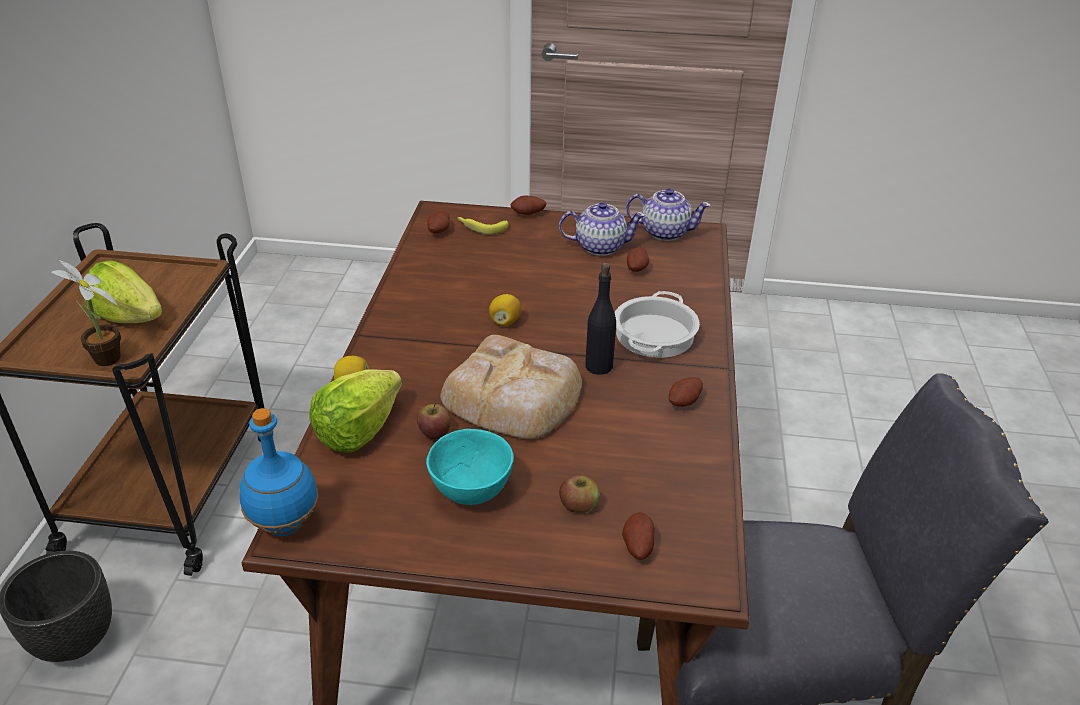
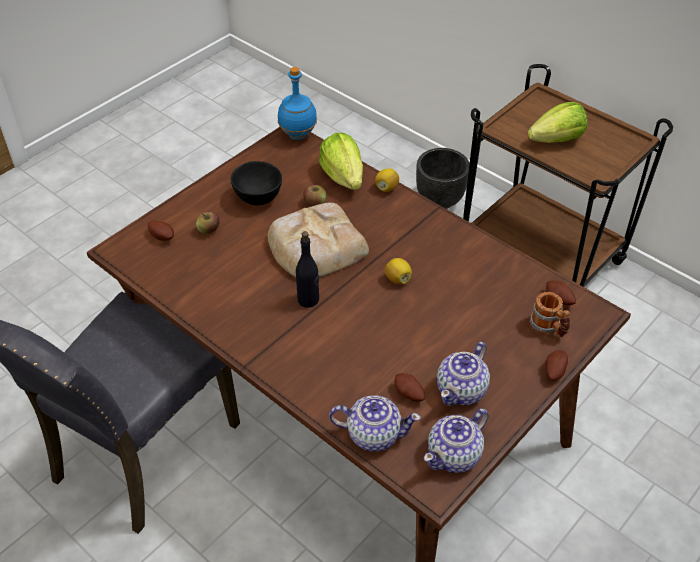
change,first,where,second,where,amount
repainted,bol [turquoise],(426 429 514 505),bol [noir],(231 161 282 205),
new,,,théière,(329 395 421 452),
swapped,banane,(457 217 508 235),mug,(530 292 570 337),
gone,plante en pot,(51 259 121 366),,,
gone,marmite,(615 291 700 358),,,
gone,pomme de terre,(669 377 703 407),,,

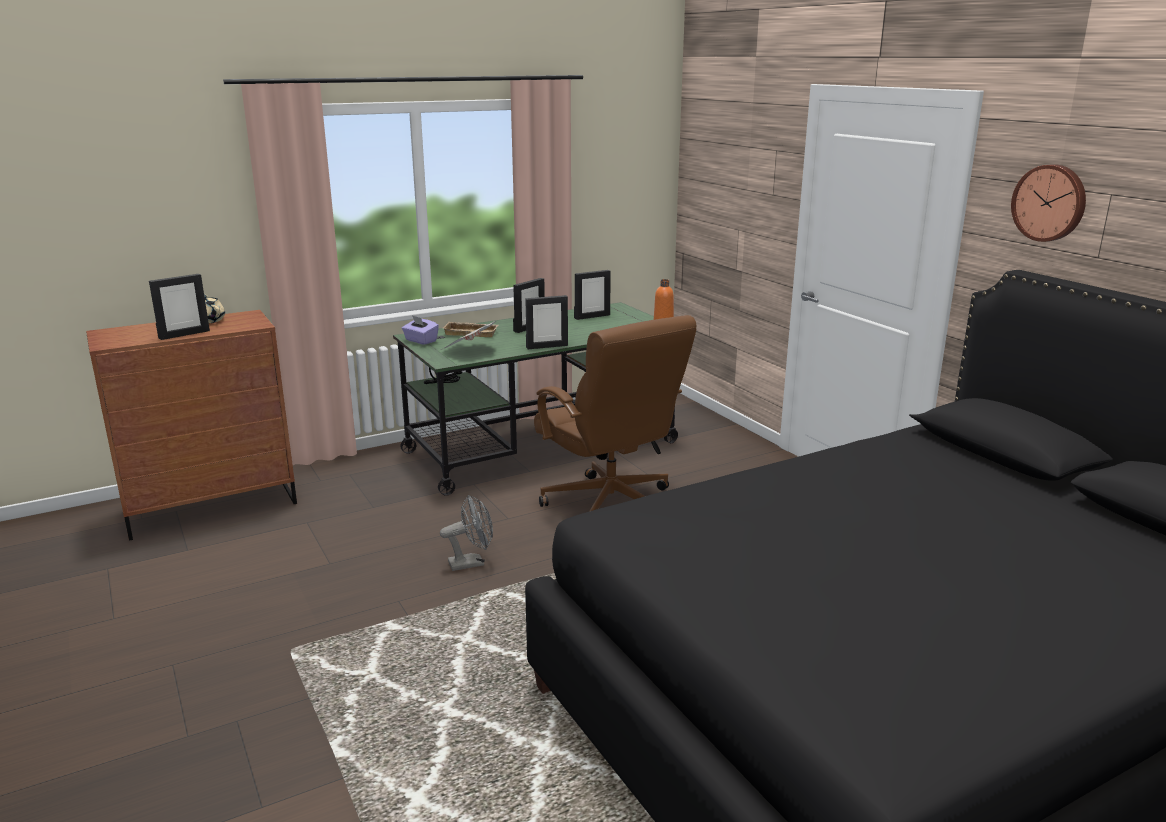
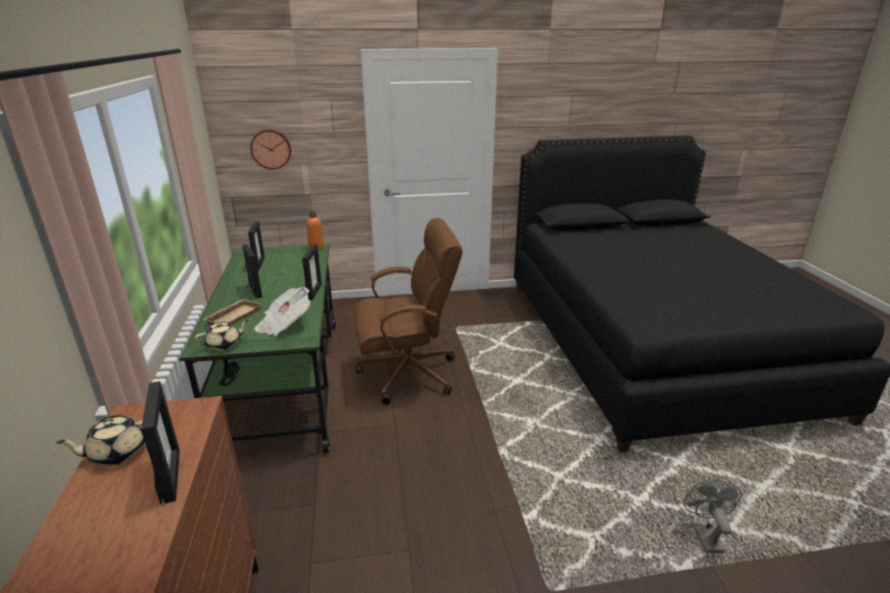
change,first,where,second,where,amount
swapped,boîte à mouchoirs [violet],(402 315 439 345),théière [beige],(195 320 249 351),
shifted,horloge murale,(1011 164 1086 242),,(250 129 291 170),
shifted,ventilateur [gris],(440 495 493 571),,(683 479 741 553),

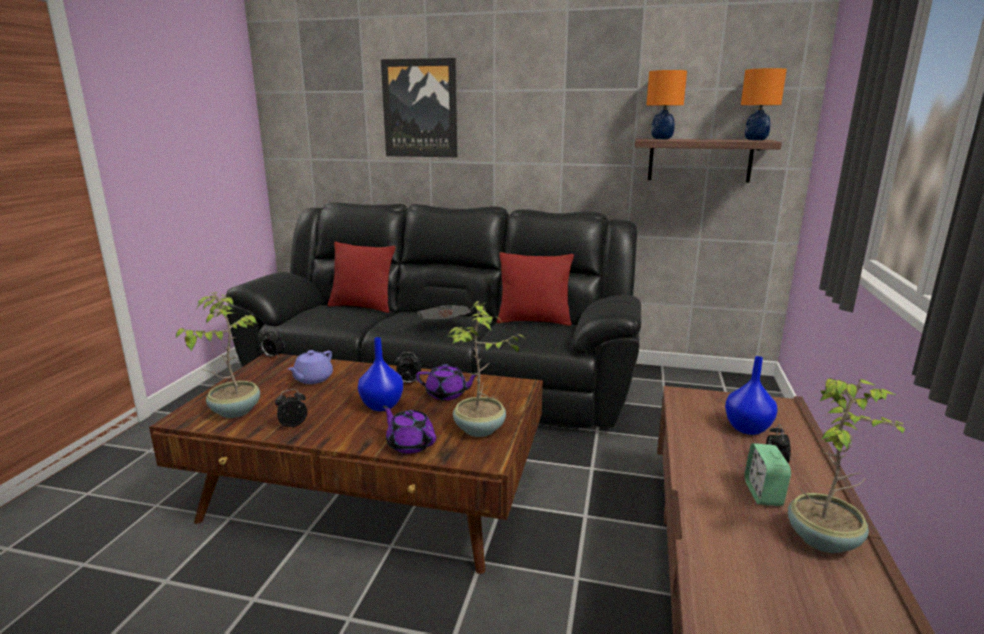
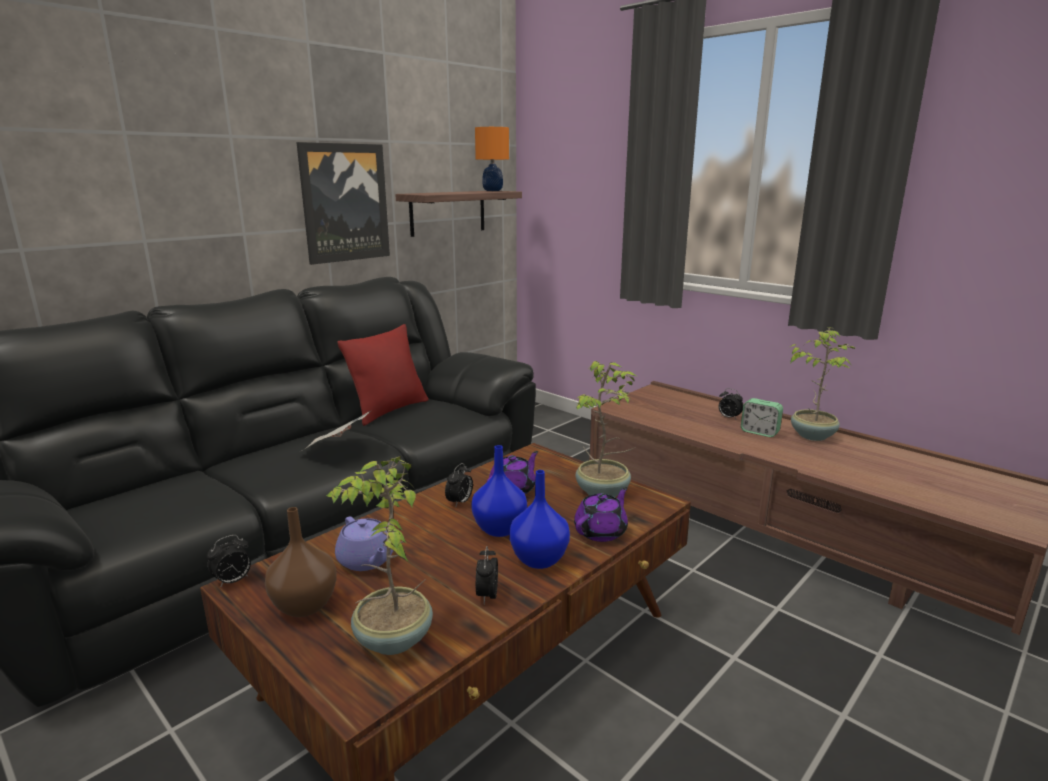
change,first,where,second,where,amount
new,,,vase [marron],(265 507 337 617),
shifted,tableau,(381 58 457 157),,(296 142 390 265),
shifted,vase [bleu],(725 356 778 435),,(509 470 570 569),
rotated,théière [violet],(383 406 436 454),,(574 487 628 542),150 degrees clockwise
gone,coussin [rouge],(328 242 395 313),,,
gone,lampe de table [orange],(647 70 687 139),,,

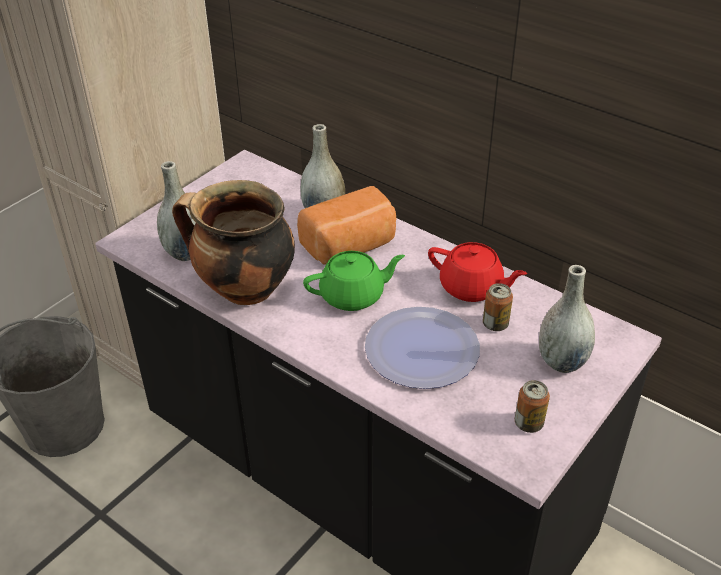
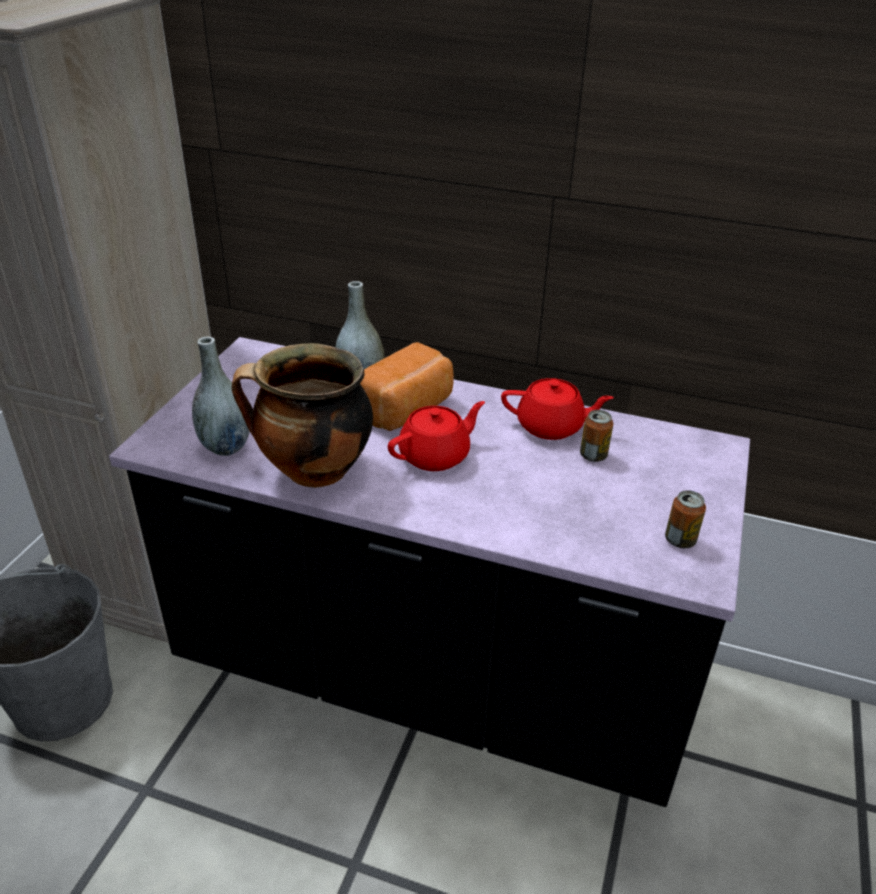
change,first,where,second,where,amount
repainted,théière [vert],(303 251 405 311),théière [rouge],(388 401 485 471),
gone,assiette,(365 307 480 389),,,
gone,vase [gris],(539 265 595 373),,,

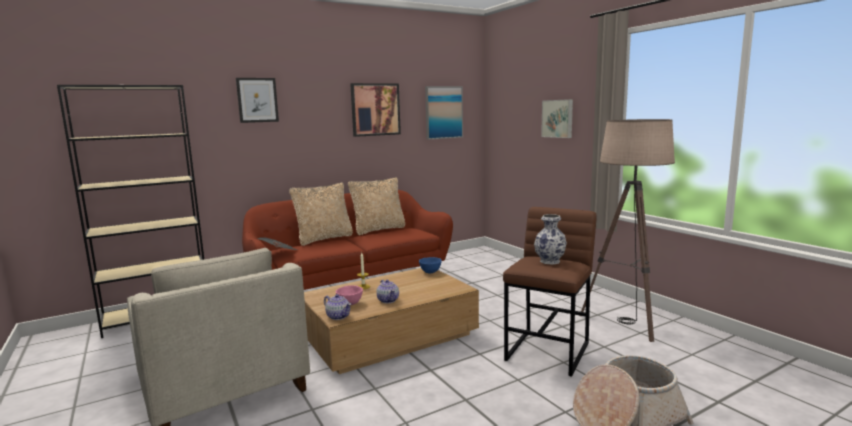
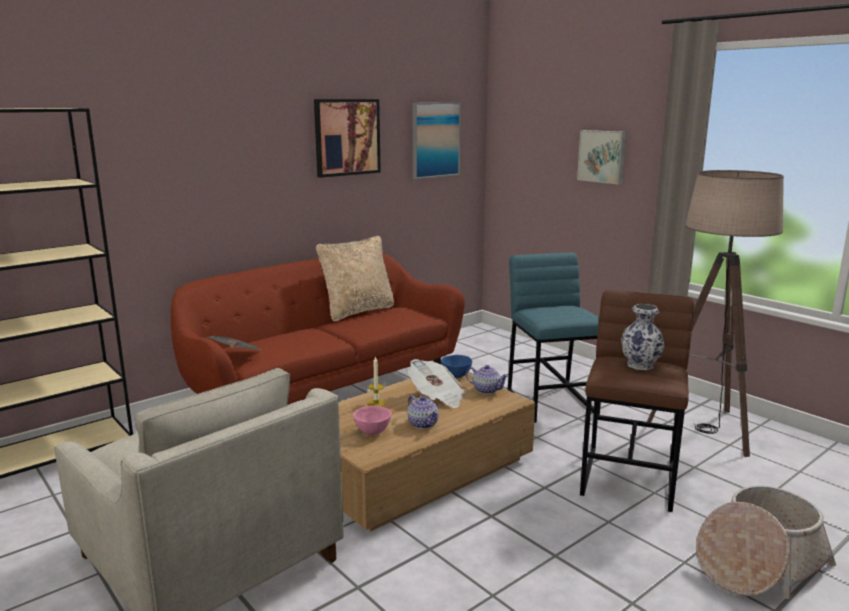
change,first,where,second,where,amount
new,,,journal,(408 359 466 408),
shifted,théière,(324 294 352 320),,(466 365 509 394),
new,,,tabouret [bleu],(508 253 601 423),
gone,tableau,(236 78 279 123),,,
gone,coussin [beige],(289 182 353 246),,,

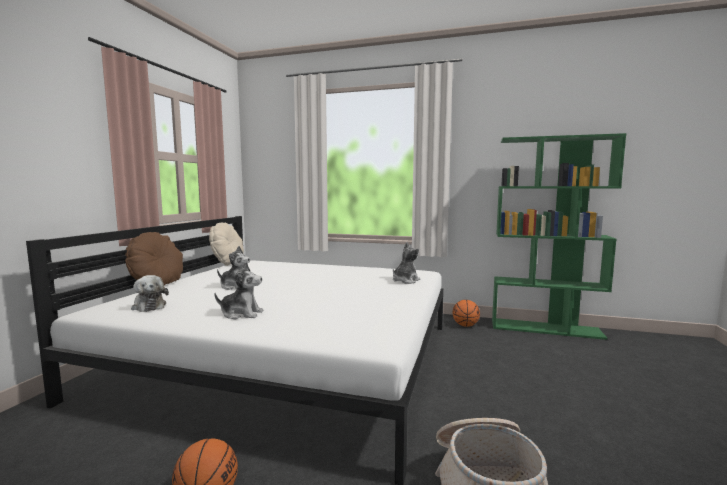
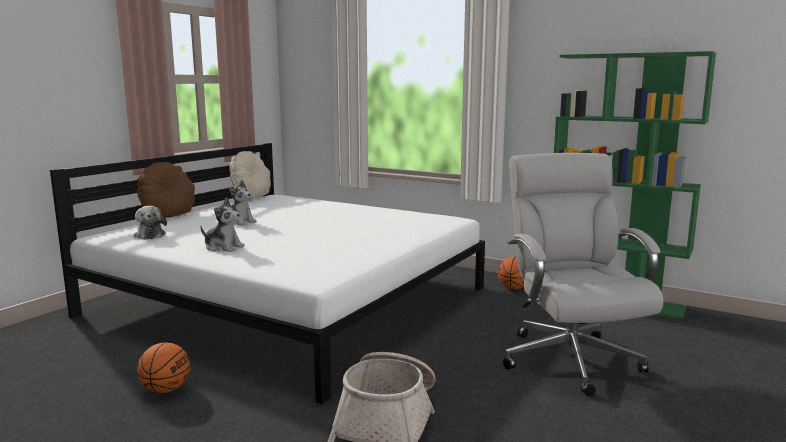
change,first,where,second,where,amount
new,,,chaise de bureau [gris],(503 153 663 396),
gone,peluche,(393 242 420 284),,,

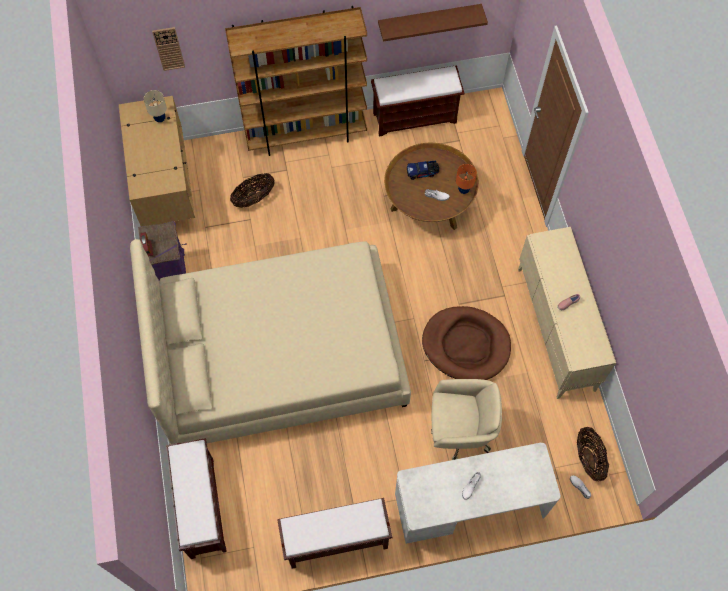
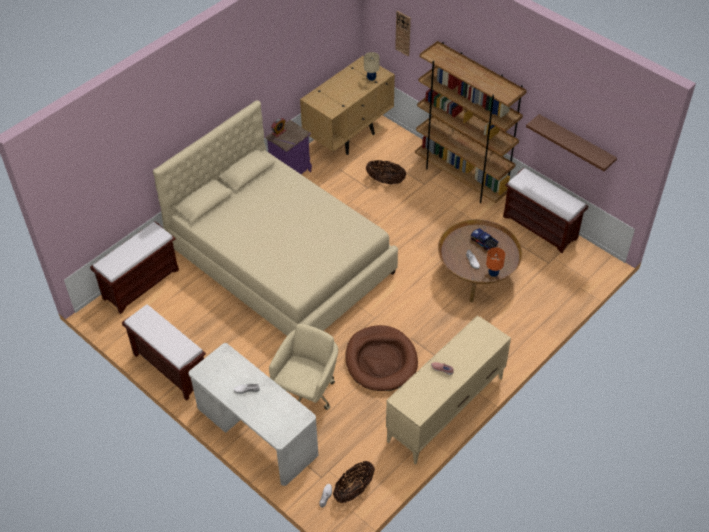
change,first,where,second,where,amount
rotated,chaise de bureau [beige],(431 379 502 460),,(269 324 338 410),120 degrees counterclockwise

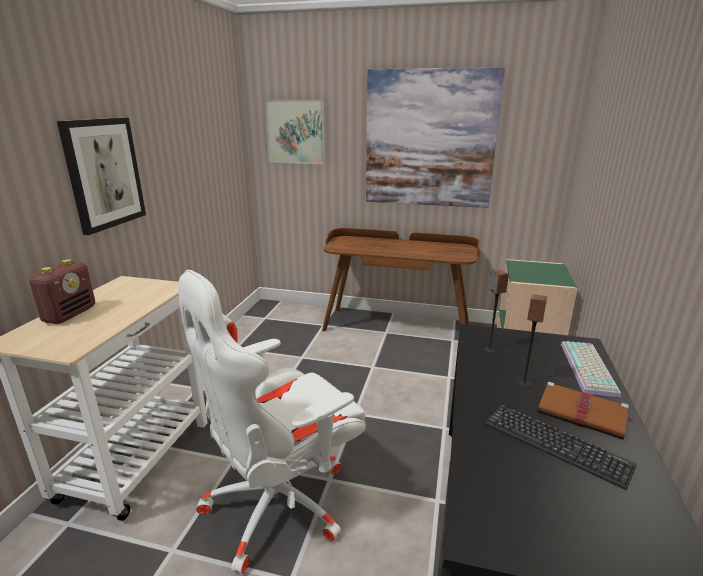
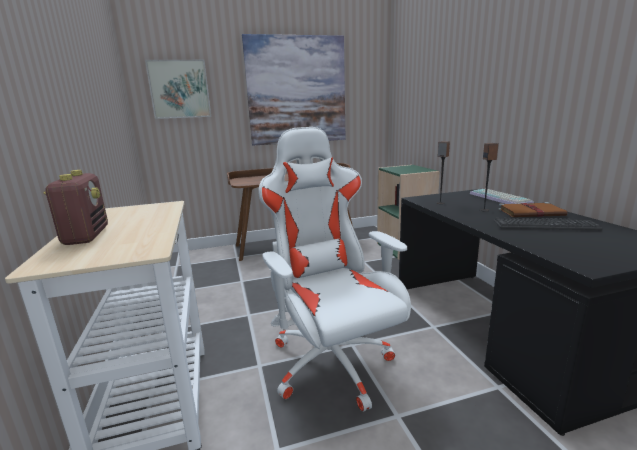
change,first,where,second,where,amount
rotated,chaise de bureau [blanc],(178 270 366 574),,(258 127 411 412),135 degrees clockwise
gone,tableau,(57 118 146 235),,,

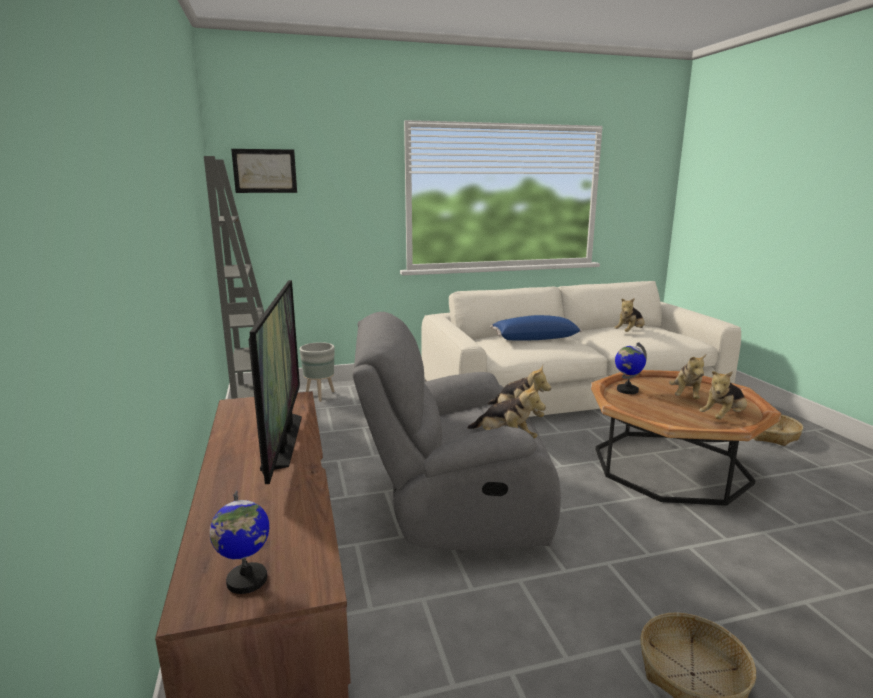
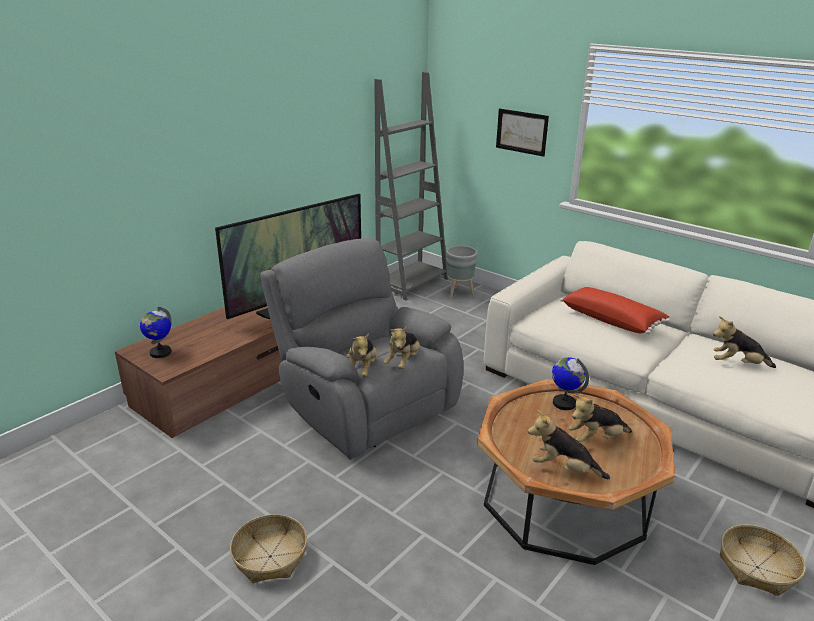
change,first,where,second,where,amount
shifted,tableau,(231 149 297 193),,(496 109 549 157),
repainted,coussin [bleu],(490 315 582 341),coussin [rouge],(560 287 670 334),

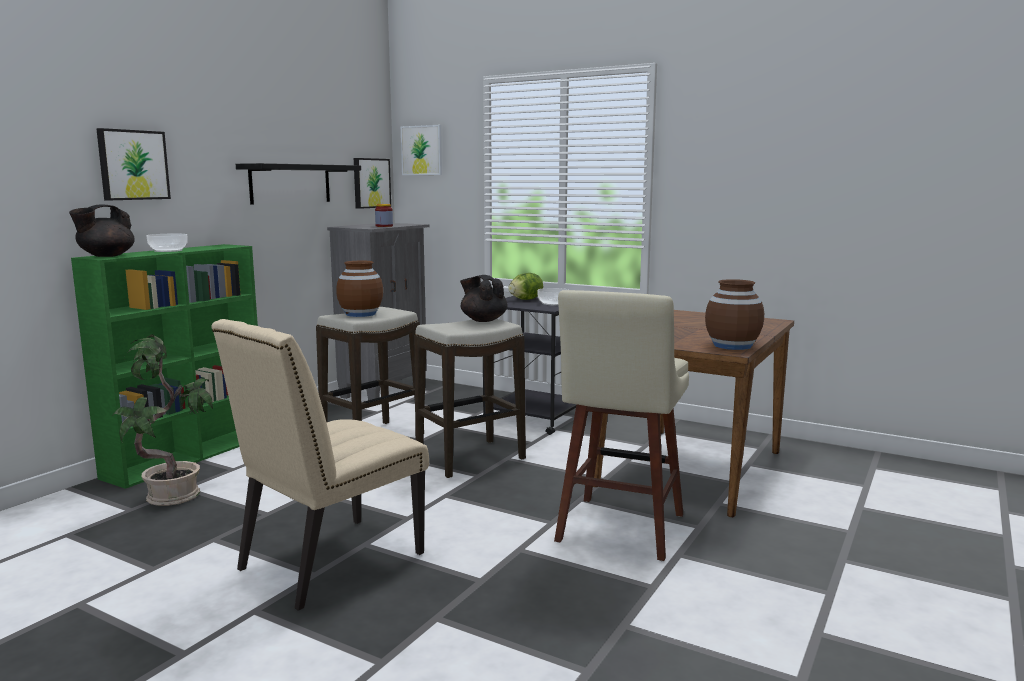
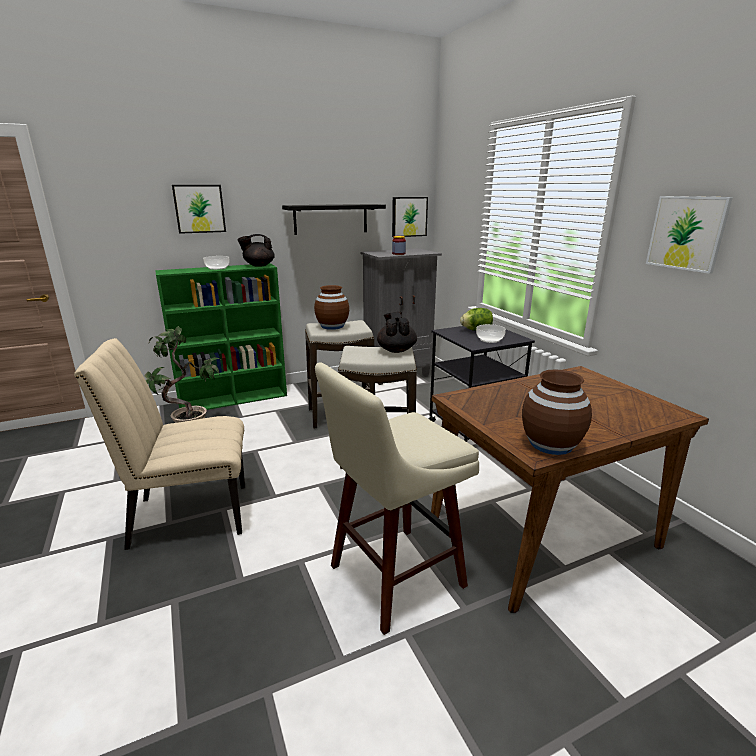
change,first,where,second,where,amount
shifted,théière [noir],(69 205 135 257),,(238 234 275 267),
shifted,tableau,(401 125 442 175),,(646 196 733 274),

